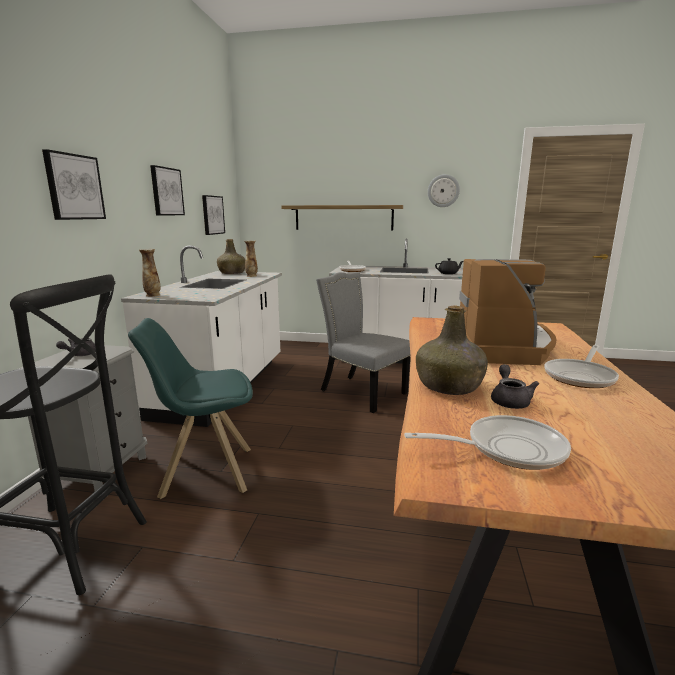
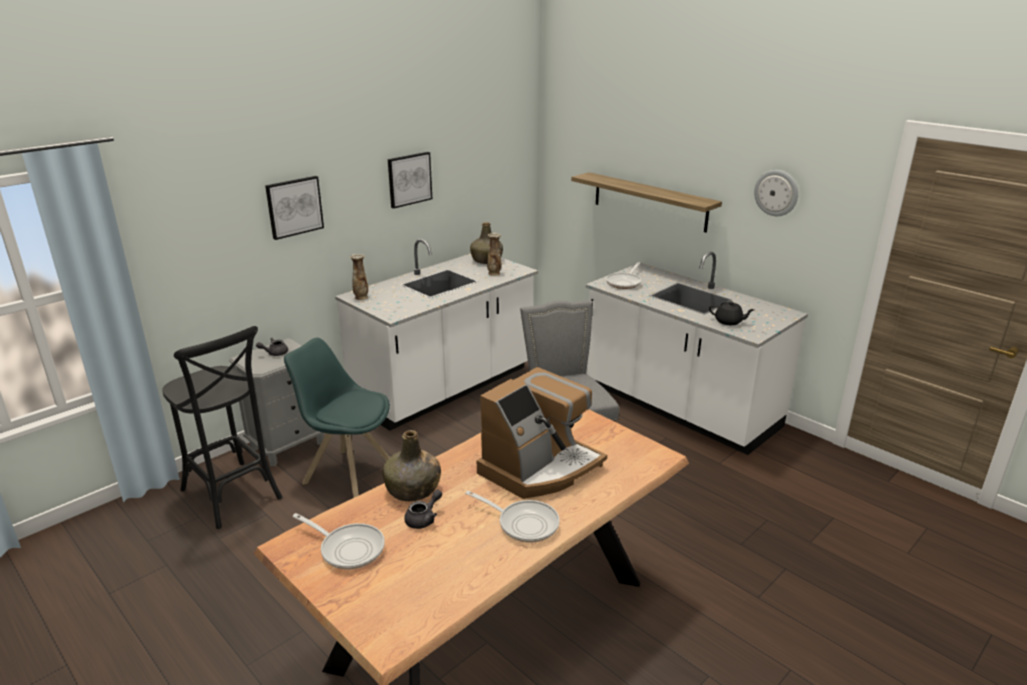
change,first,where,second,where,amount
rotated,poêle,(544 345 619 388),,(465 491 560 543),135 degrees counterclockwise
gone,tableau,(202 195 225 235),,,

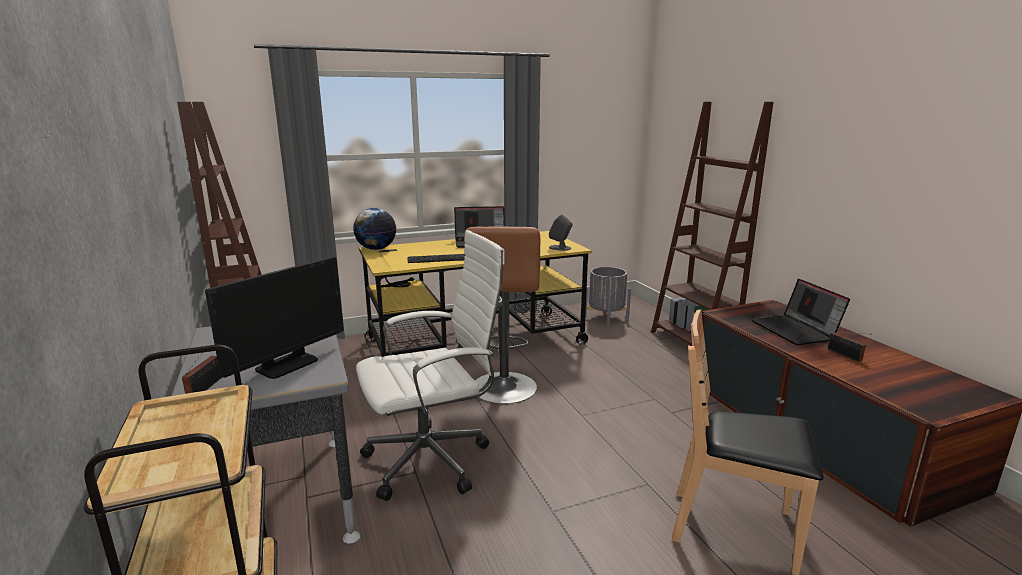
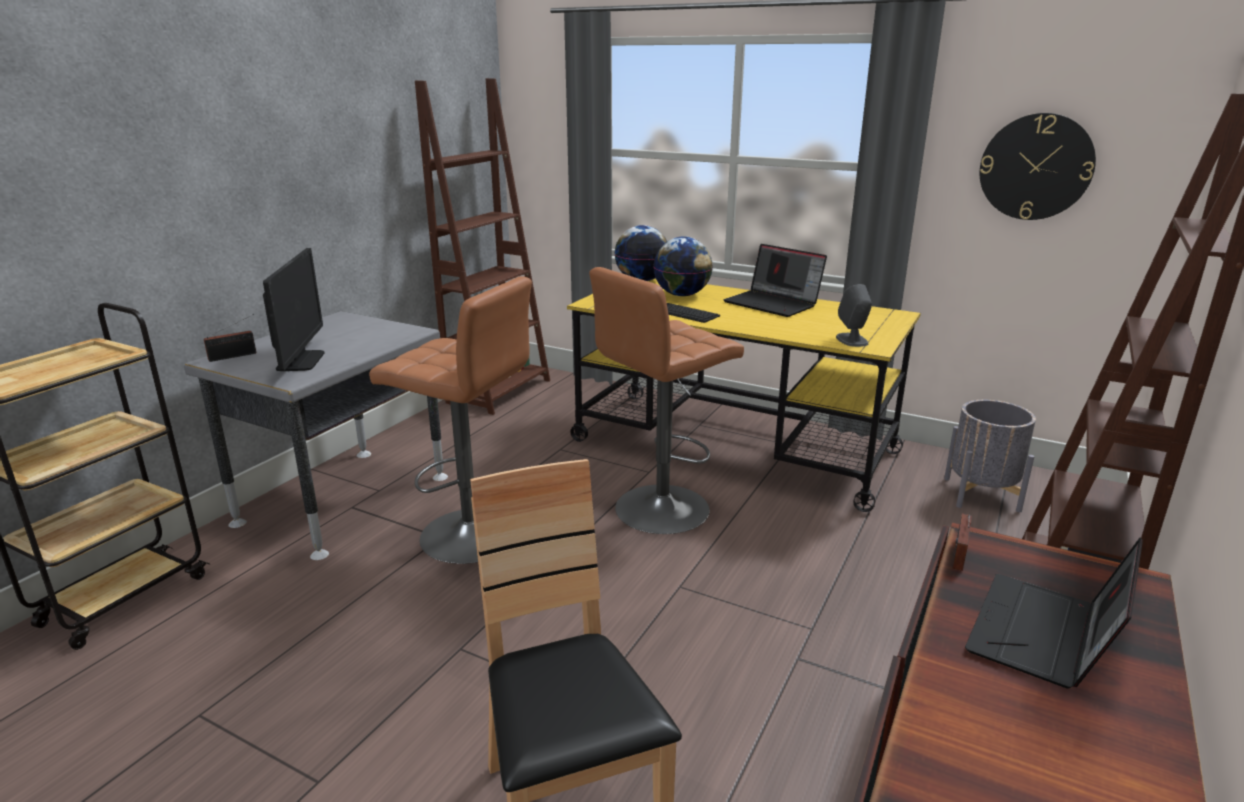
change,first,where,second,where,amount
rotated,écran d'ordinateur,(205 257 344 379),,(263 248 325 371),90 degrees counterclockwise
swapped,chaise de bureau [blanc],(356 230 505 501),tabouret [marron],(369 276 532 564),
new,,,globe,(653 236 713 296),
shifted,radio,(828 332 866 362),,(952 514 972 571),
new,,,horloge murale,(980 113 1096 220),

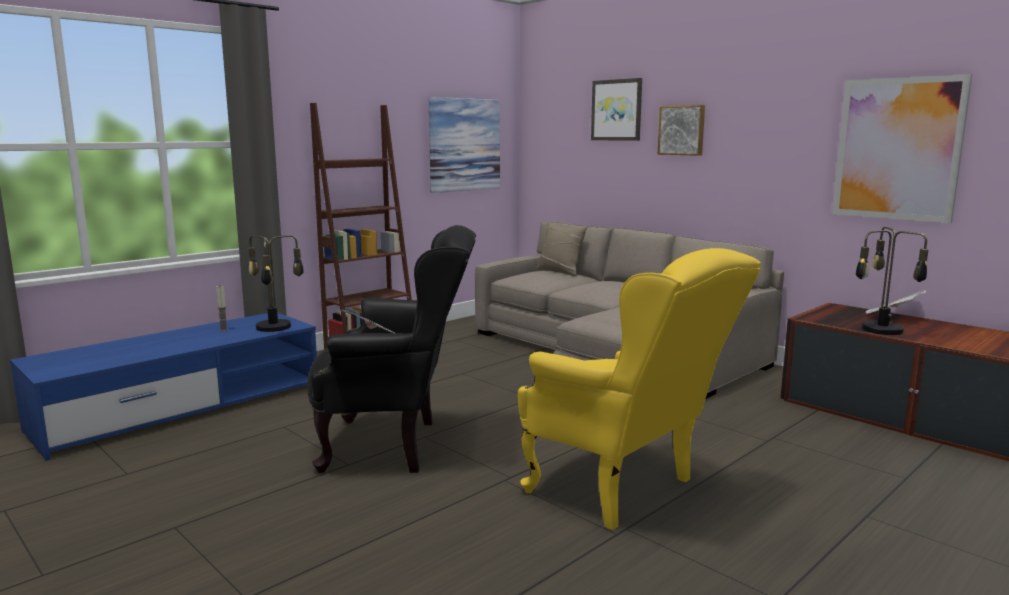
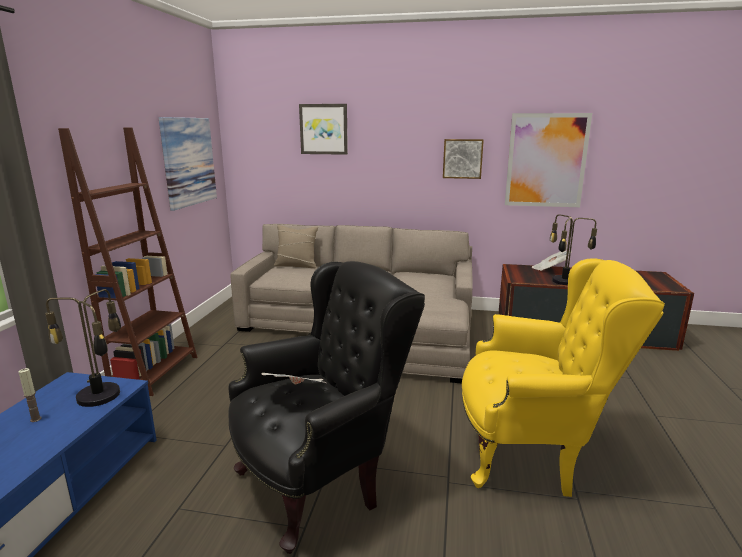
change,first,where,second,where,amount
shifted,tableau,(658 105 705 156),,(443 139 484 179),

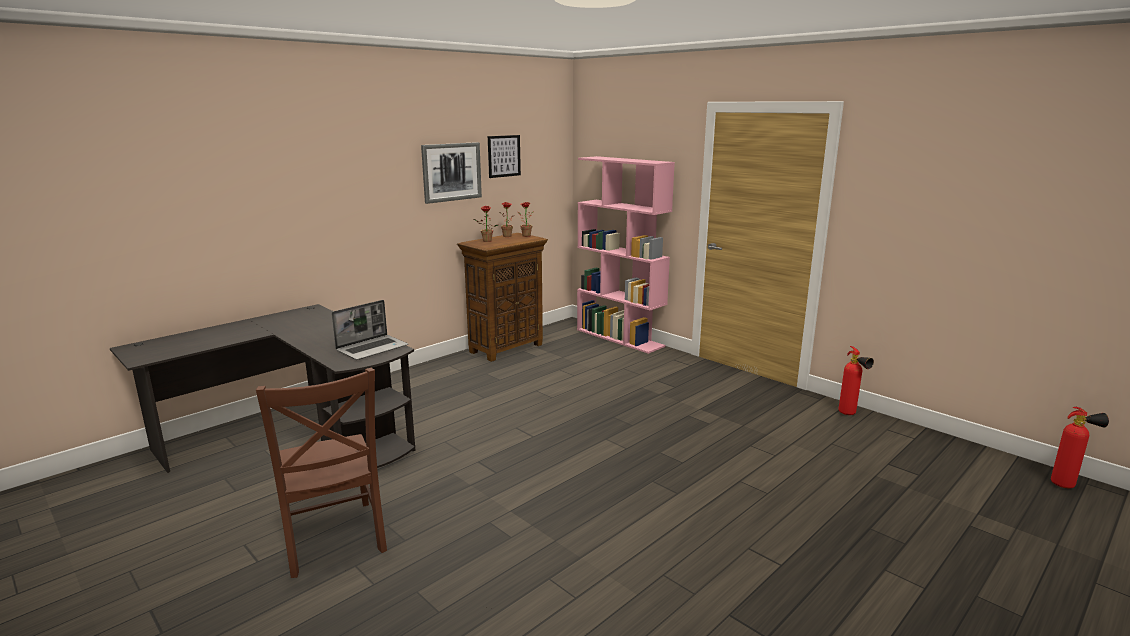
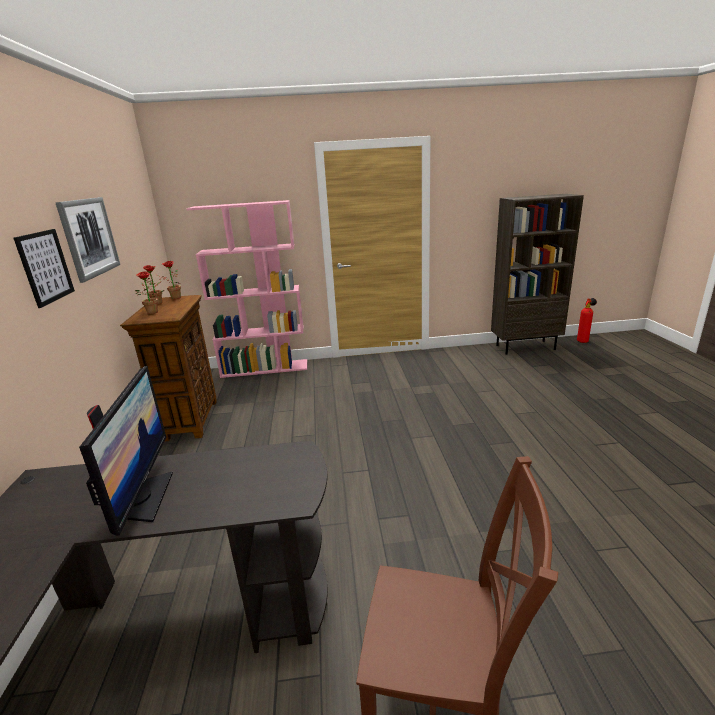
change,first,where,second,where,amount
shifted,tableau,(488 135 521 178),,(14 229 75 308),
new,,,écran d'ordinateur,(79 366 173 536),
new,,,bibliothèque [marron],(491 194 584 355),
gone,ordinateur portable,(331 300 408 360),,,
gone,extincteur,(838 346 874 415),,,

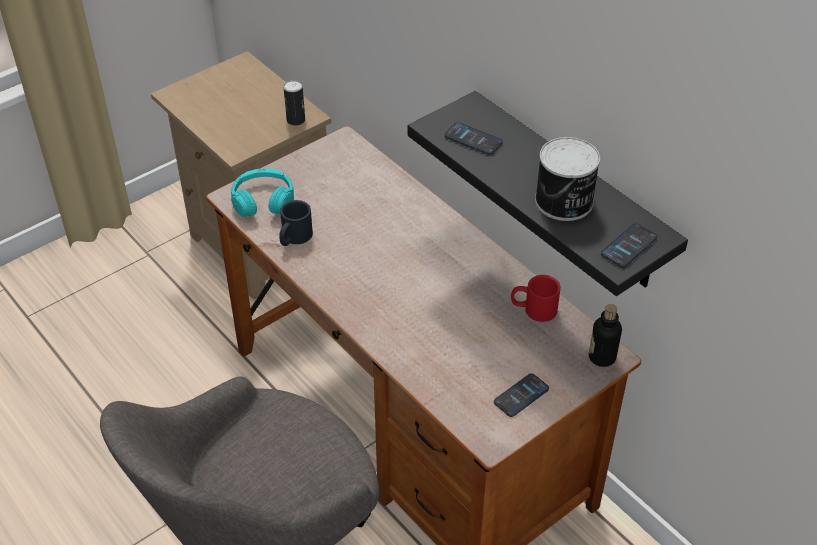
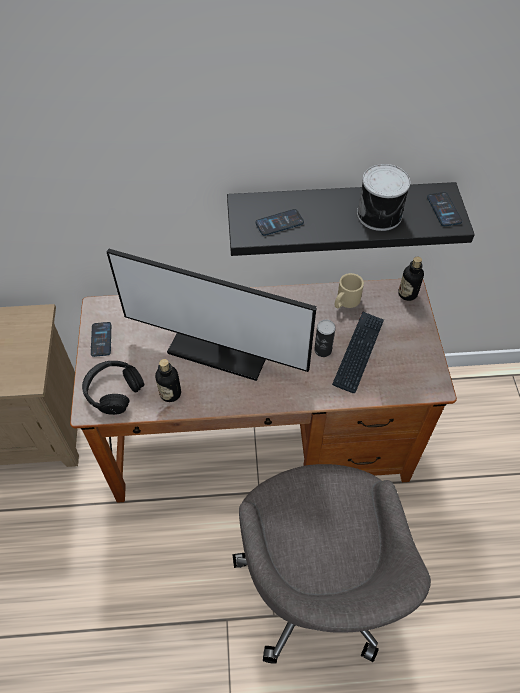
change,first,where,second,where,amount
repainted,casque audio [turquoise],(231 168 294 217),casque audio [noir],(82 361 144 415),
shifted,téléphone,(494 373 549 417),,(91 322 111 357),
new,,,écran d'ordinateur,(106 248 317 381),
swapped,mug [noir],(279 200 313 246),bouteille,(155 359 181 402),
shifted,boîte métallique,(284 80 305 126),,(314 320 336 357),
new,,,clavier,(332 312 384 393),
repainted,mug [rouge],(511 275 561 322),mug [beige],(335 273 364 308),

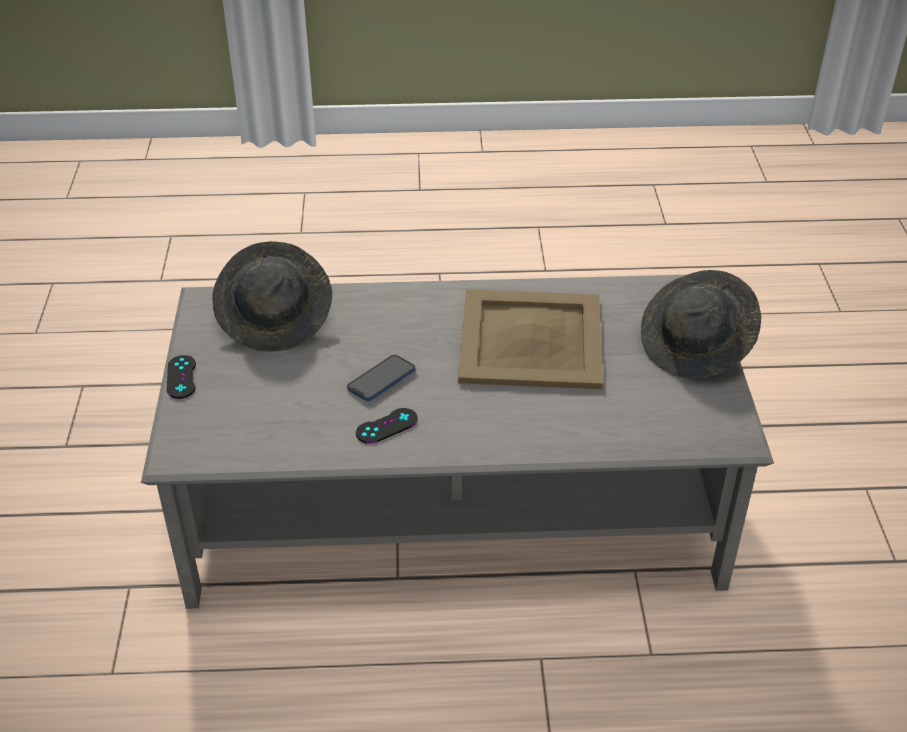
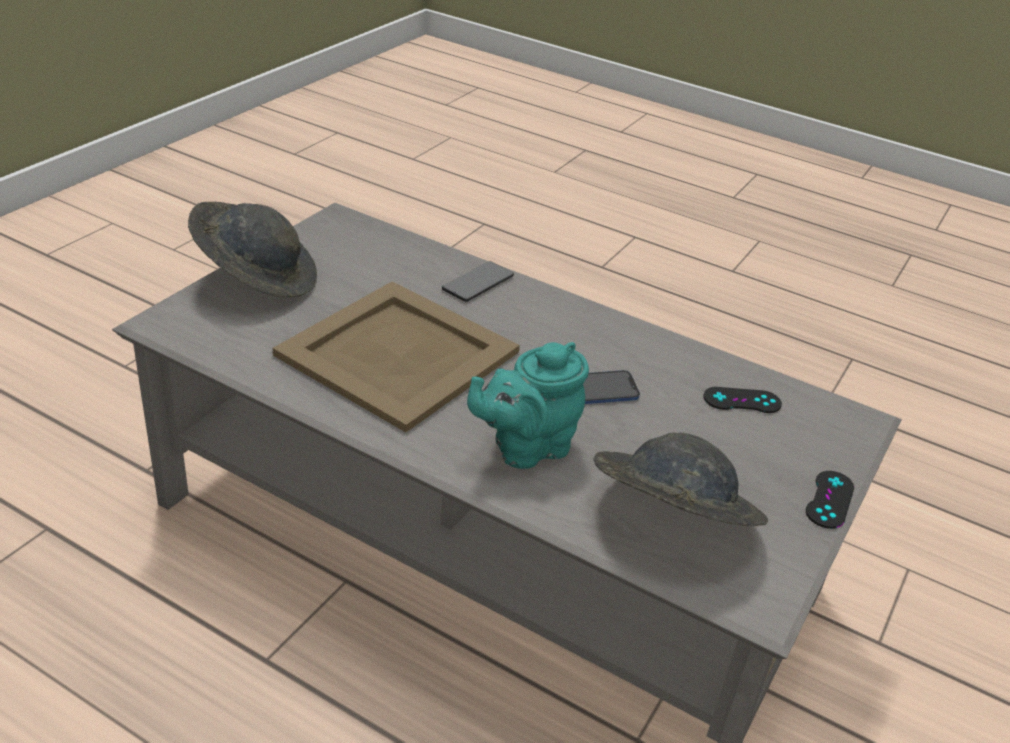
change,first,where,second,where,amount
new,,,téléphone,(442 261 514 302),
new,,,théière [turquoise],(467 342 589 469),
shifted,manette [noir],(356 408 418 444),,(703 387 782 413),

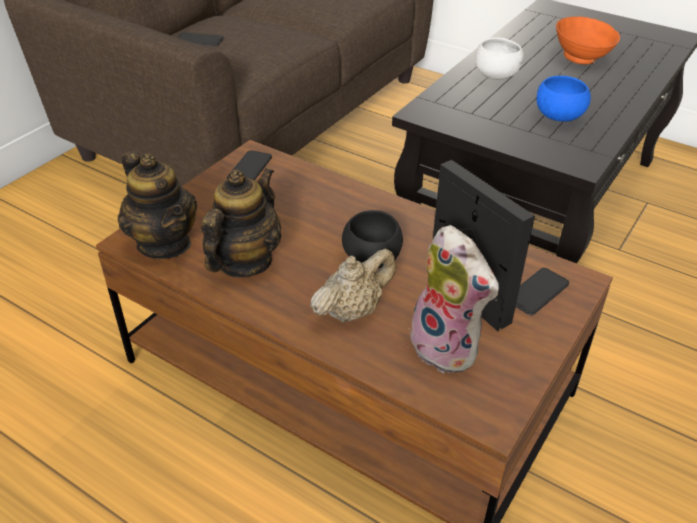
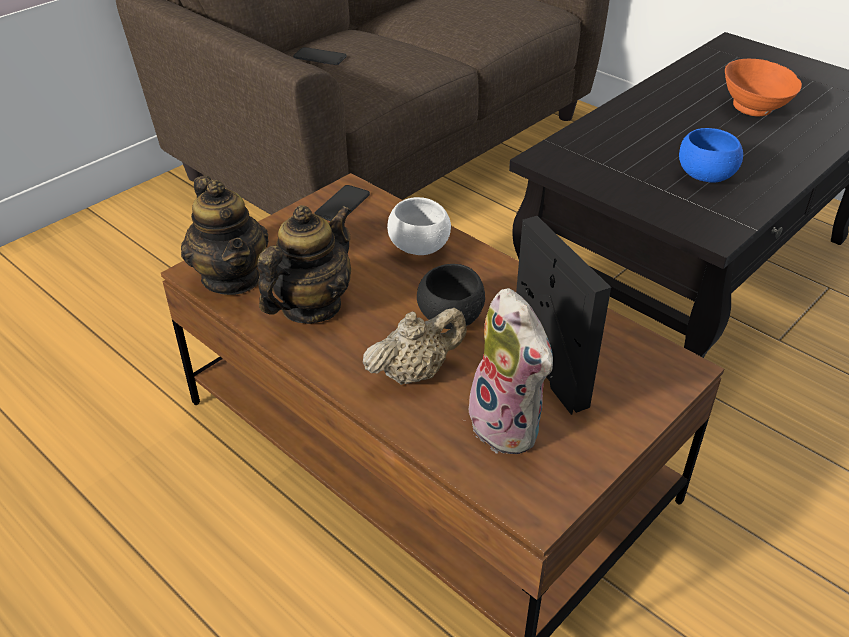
change,first,where,second,where,amount
shifted,bol [blanc],(475 37 524 80),,(387 197 451 255),
gone,téléphone,(516 268 569 315),,,

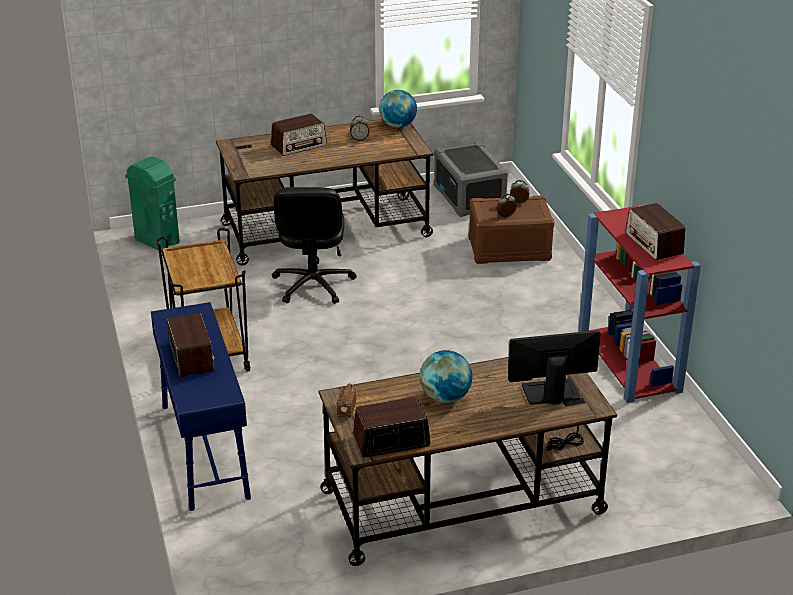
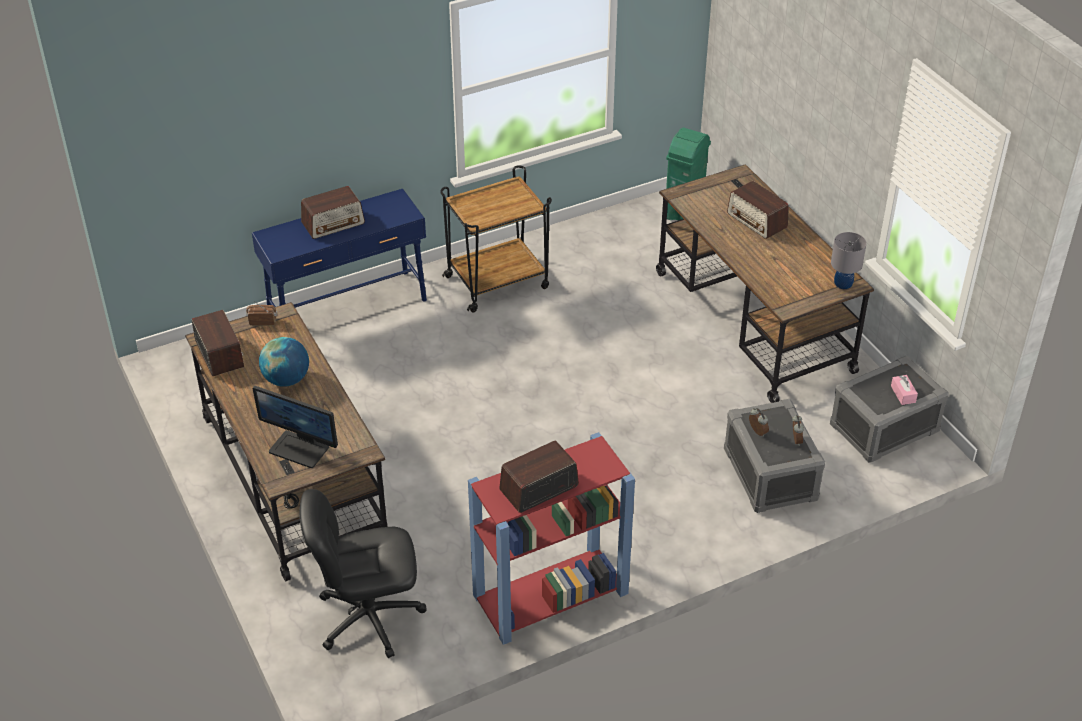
change,first,where,second,where,amount
rotated,écran d'ordinateur,(508 330 601 405),,(252 386 338 468),135 degrees clockwise
shifted,chaise de bureau [noir],(272 187 357 304),,(299 489 427 658),
repainted,boîte de rangement [marron],(469 195 554 264),boîte de rangement [gris],(724 399 825 513),
swapped,globe,(379 90 417 128),lampe de table [gris],(831 232 867 289),
new,,,boîte à mouchoirs [rose],(891 375 918 405),
gone,réveil,(350 116 369 141),,,

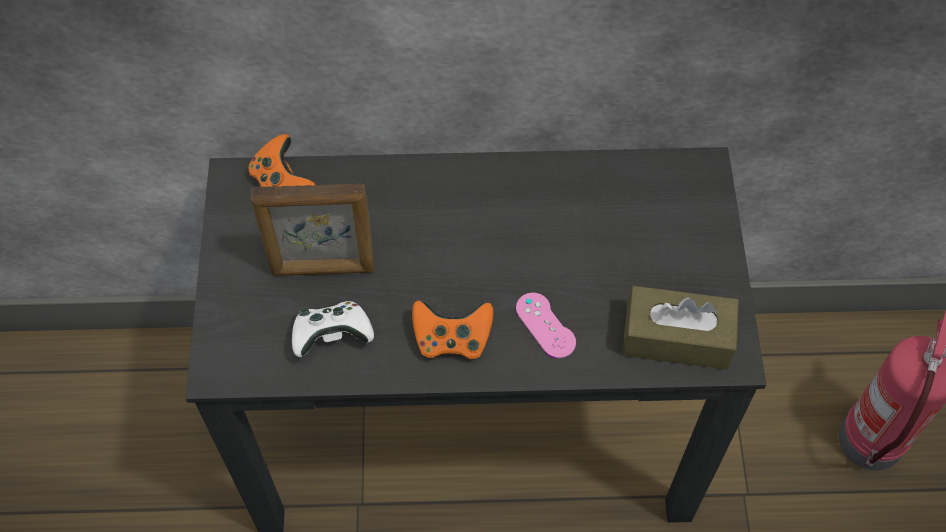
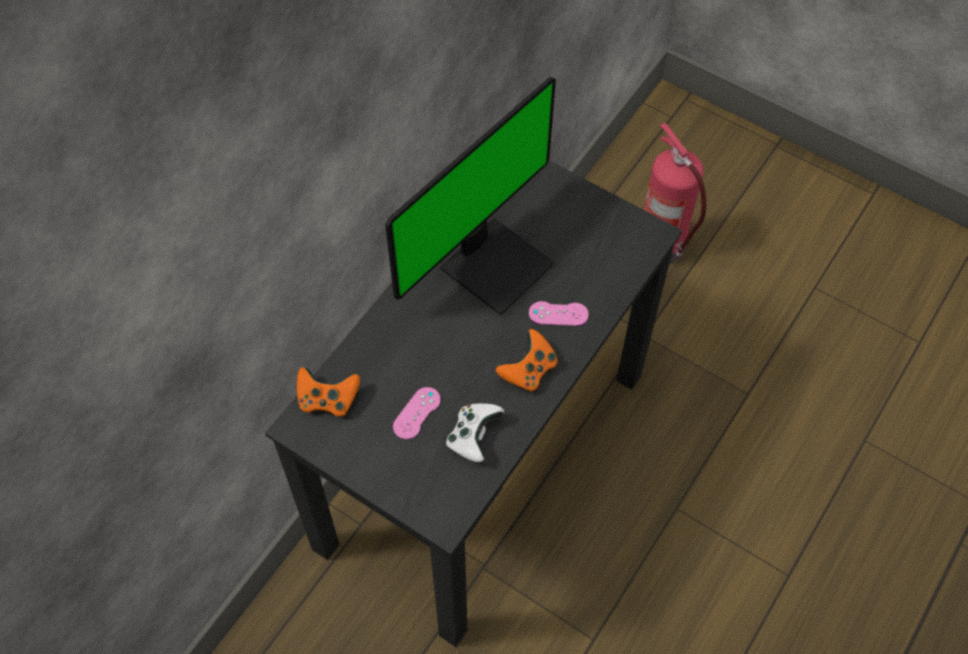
change,first,where,second,where,amount
new,,,écran d'ordinateur,(385 77 556 315),
swapped,cadre photo,(250 183 374 276),manette [rose],(393 387 441 439),
gone,boîte à mouchoirs [marron],(622 286 739 370),,,

